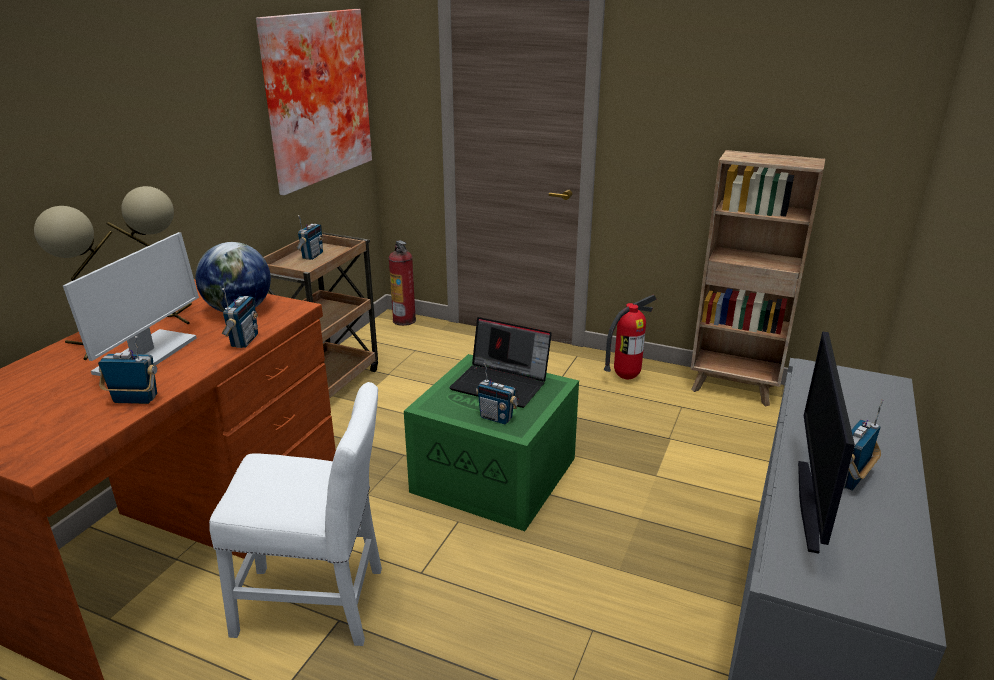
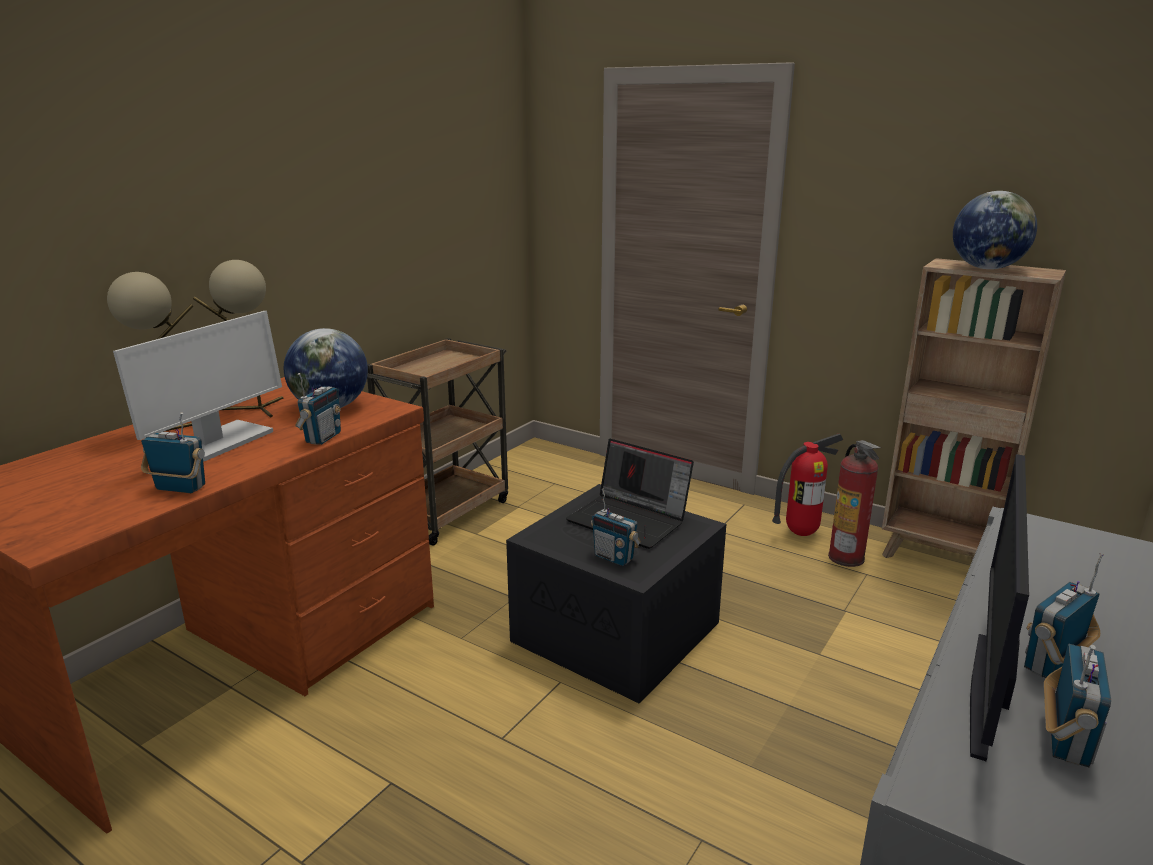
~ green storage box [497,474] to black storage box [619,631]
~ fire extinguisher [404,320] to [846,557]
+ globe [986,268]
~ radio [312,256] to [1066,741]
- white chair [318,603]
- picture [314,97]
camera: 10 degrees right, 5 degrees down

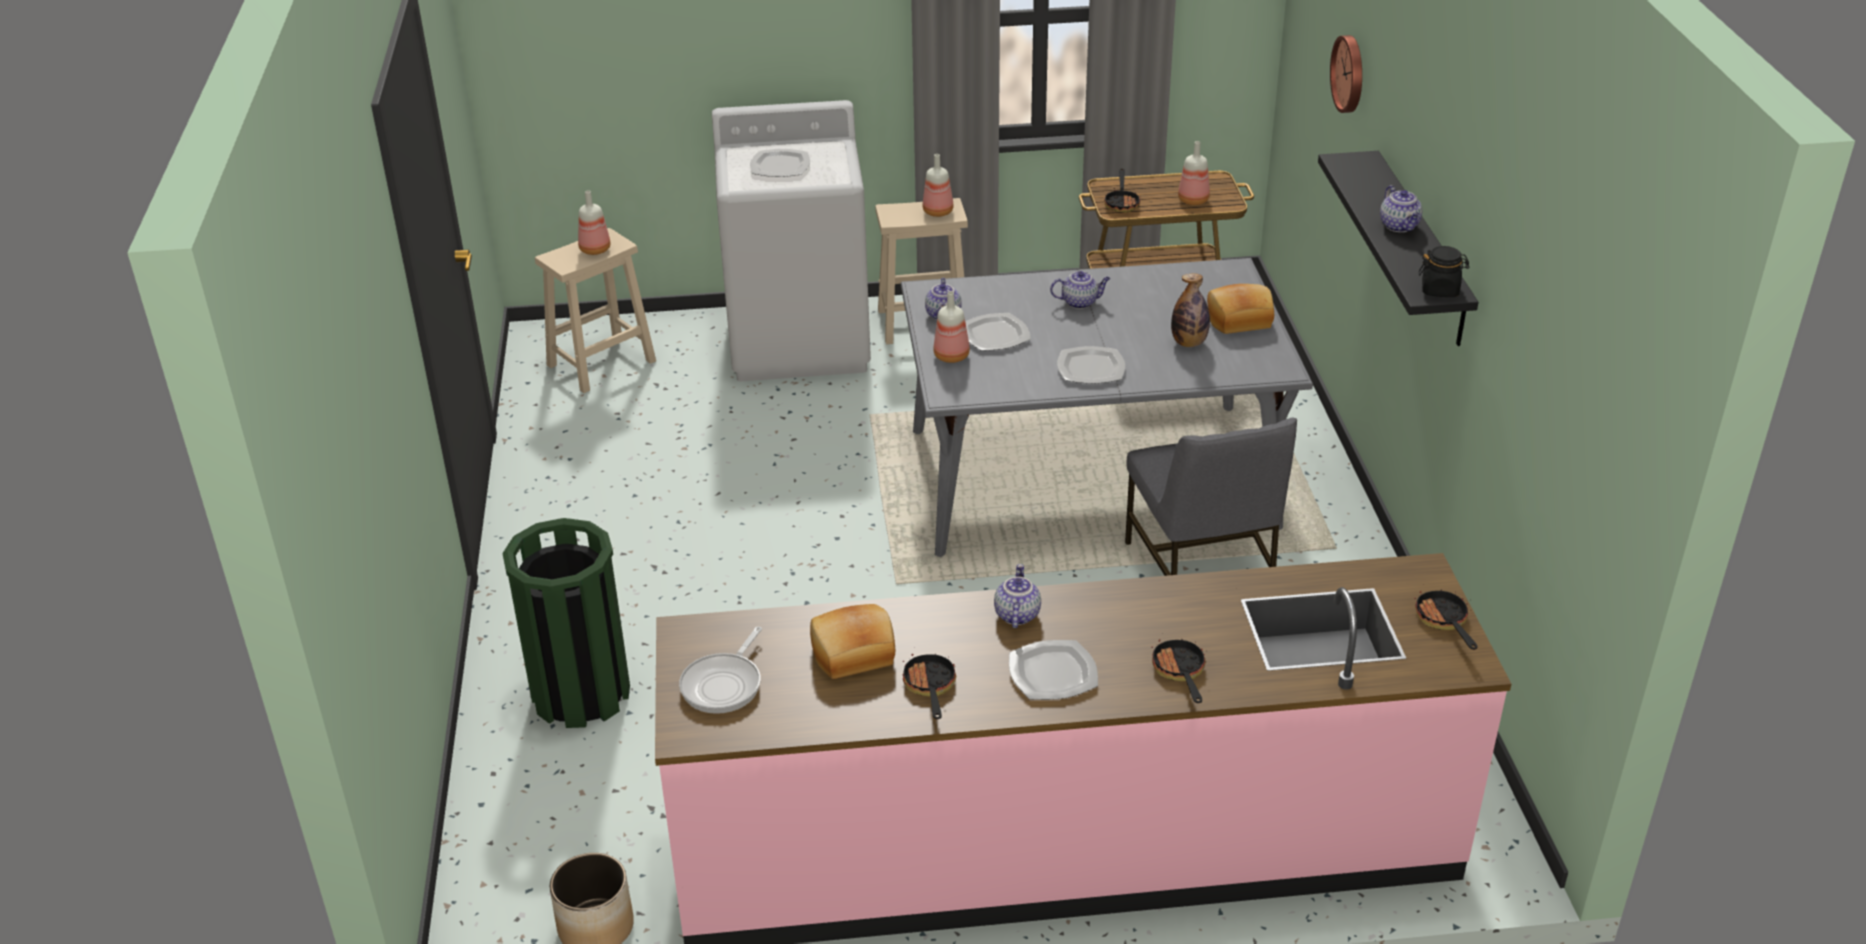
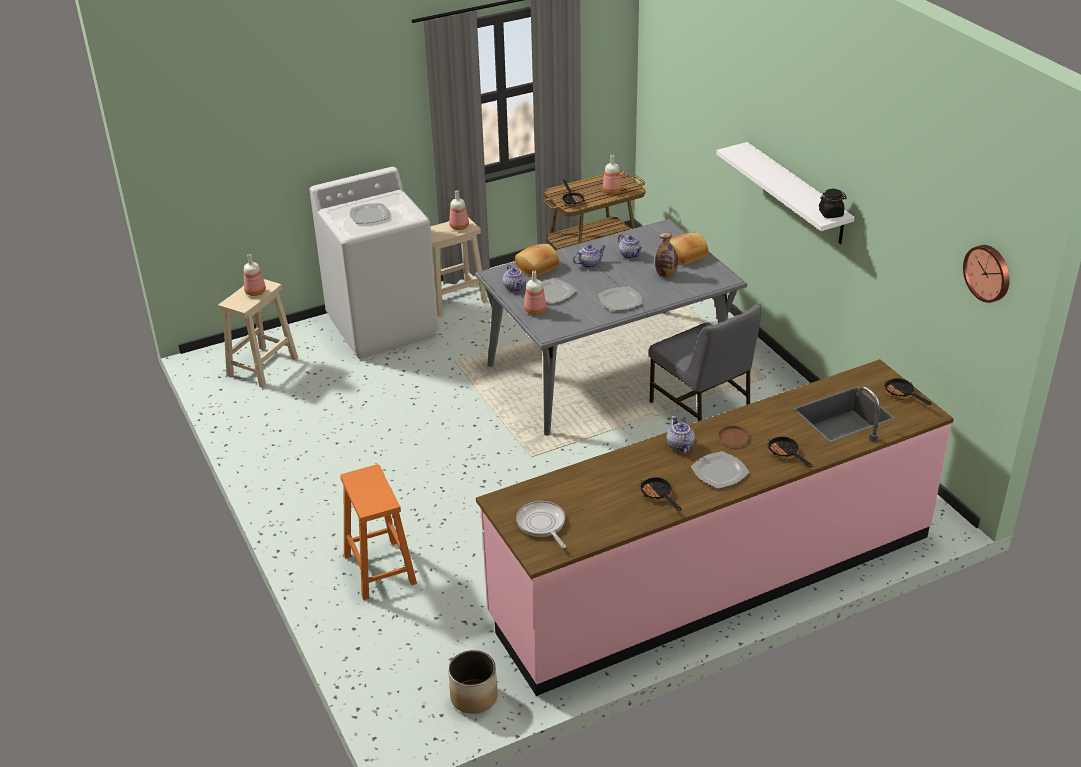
~ green trash can [581,694] to orange stool [379,568]
~ bread [853,655] to [537,268]
~ frying pan [724,684] = [542,524] 150 degrees clockwise
~ teapot [1400,226] to [630,255]
~ black shelf [1421,249] to white shelf [796,193]
+ brown plate [733,437]
~ wall clock [1350,73] to [988,272]
camera: 20 degrees left, 0 degrees up

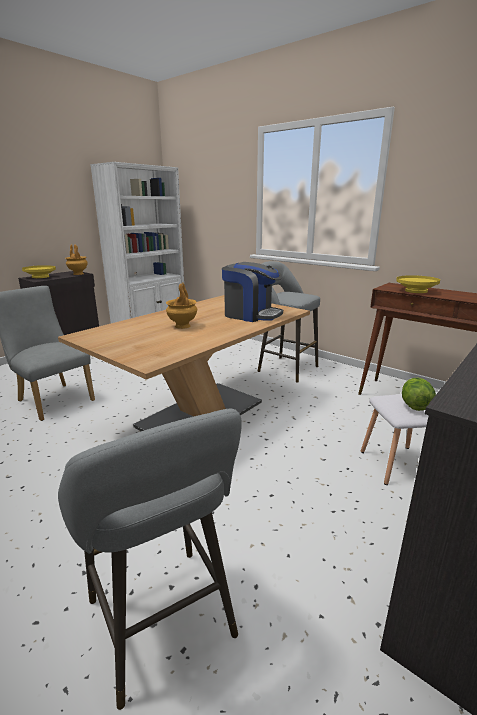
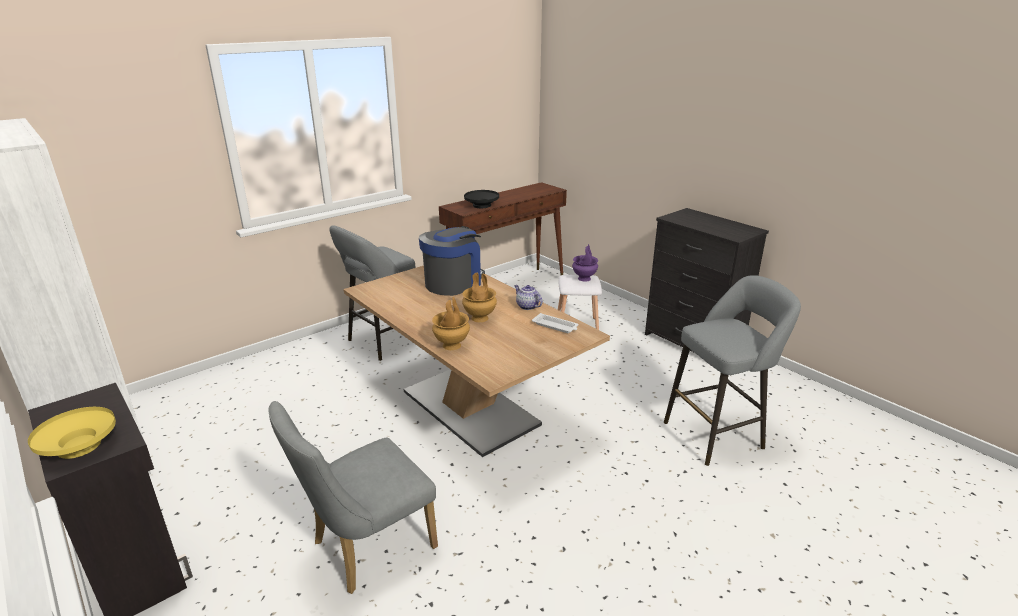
~ brown vase [78,274] to [451,345]
~ yellow bowl [415,291] to black bowl [481,205]
+ teapot [527,306]
+ white tray [555,326]
~ lettuce [415,406] to purple vase [584,279]
camera: 80 degrees left, 5 degrees up

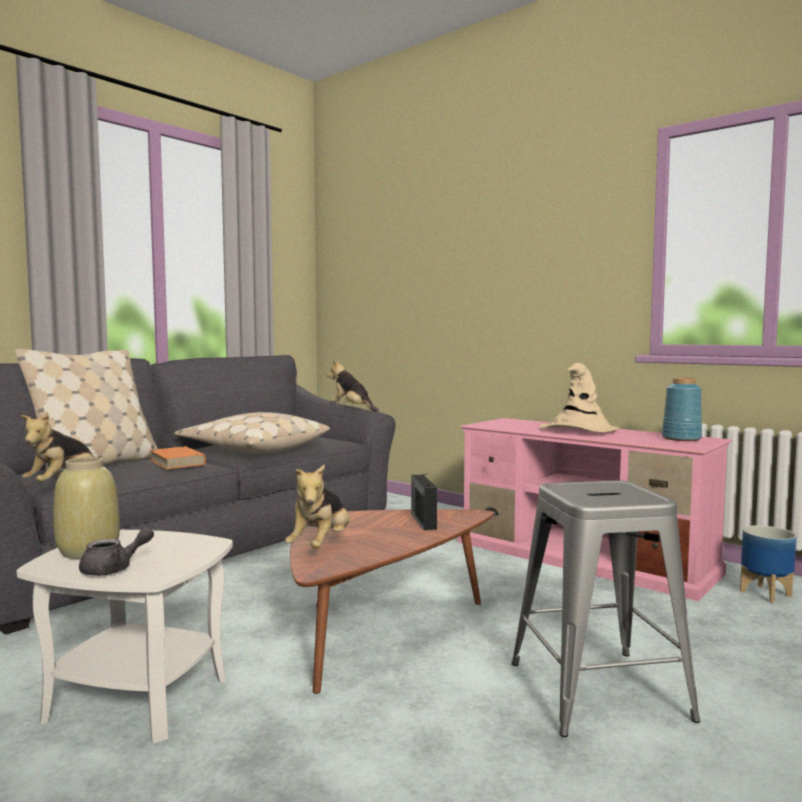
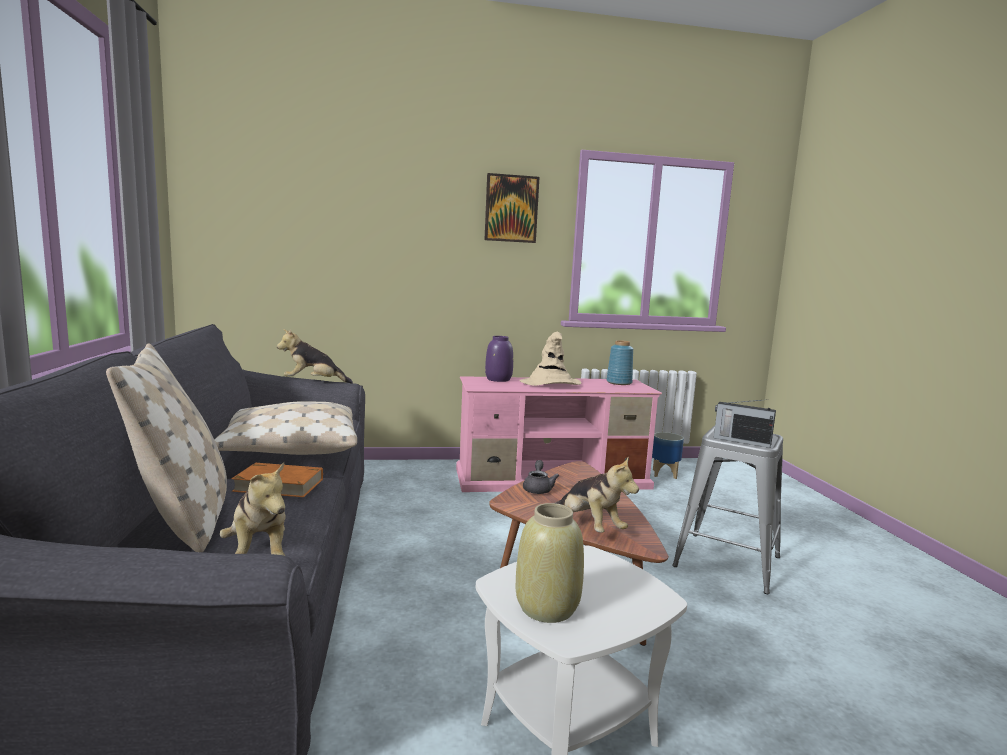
+ picture [511,208]
+ purple vase [498,379]
~ grey teapot [114,569] to [538,488]
~ radio [423,520] to [740,441]
camera: 50 degrees left, 5 degrees up

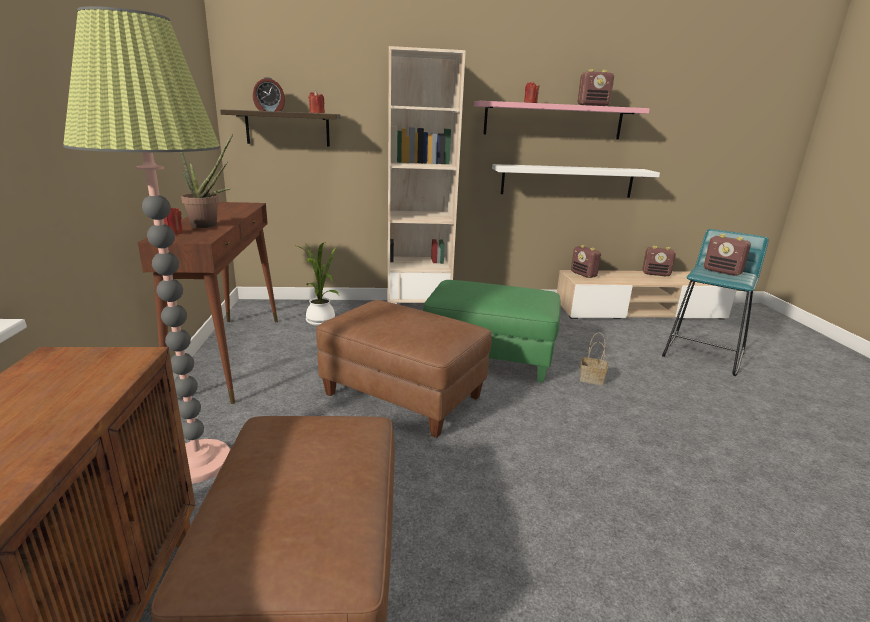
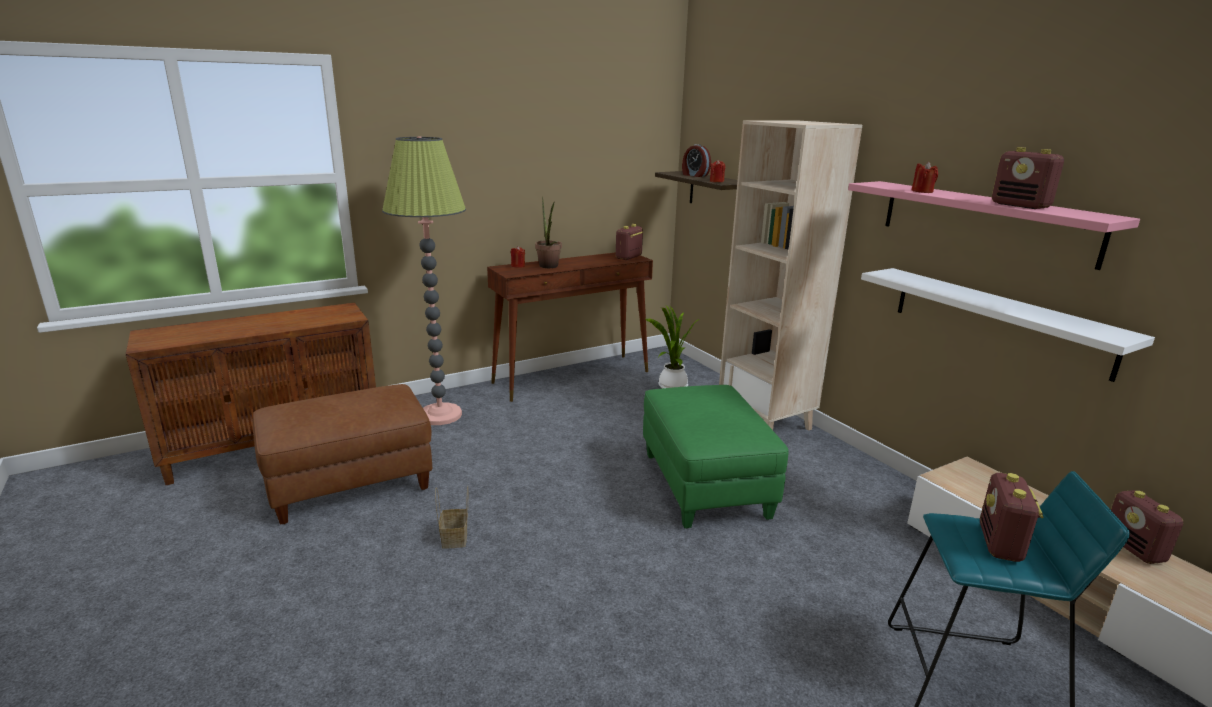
~ basket [592,379] to [455,539]
~ radio [583,274] to [628,257]
- brown ottoman [404,396]
camera: 65 degrees right, 0 degrees up

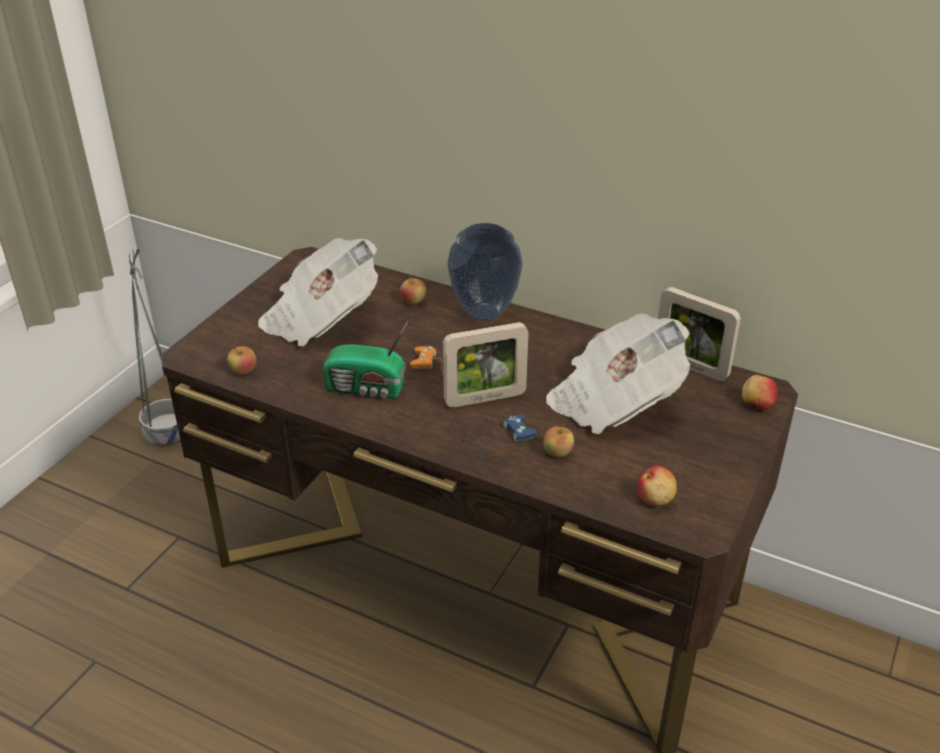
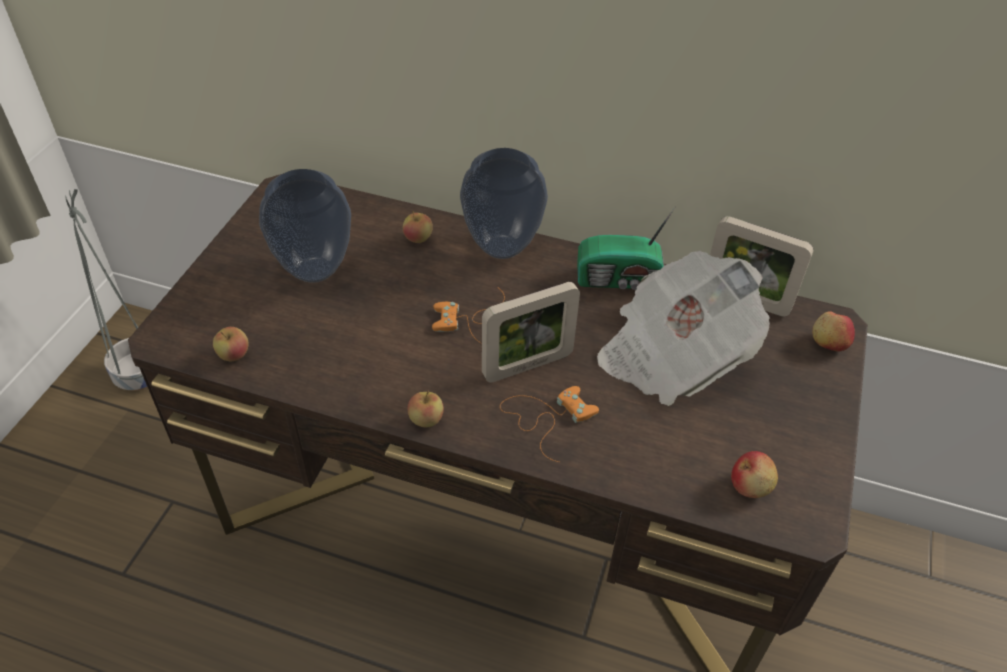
~ newspaper [320,318] to vase [314,271]
~ apple [557,453] to [426,420]
~ blue game controller [492,435] to orange game controller [546,417]
~ radio [367,388] to [620,280]
camera: 10 degrees left, 10 degrees up

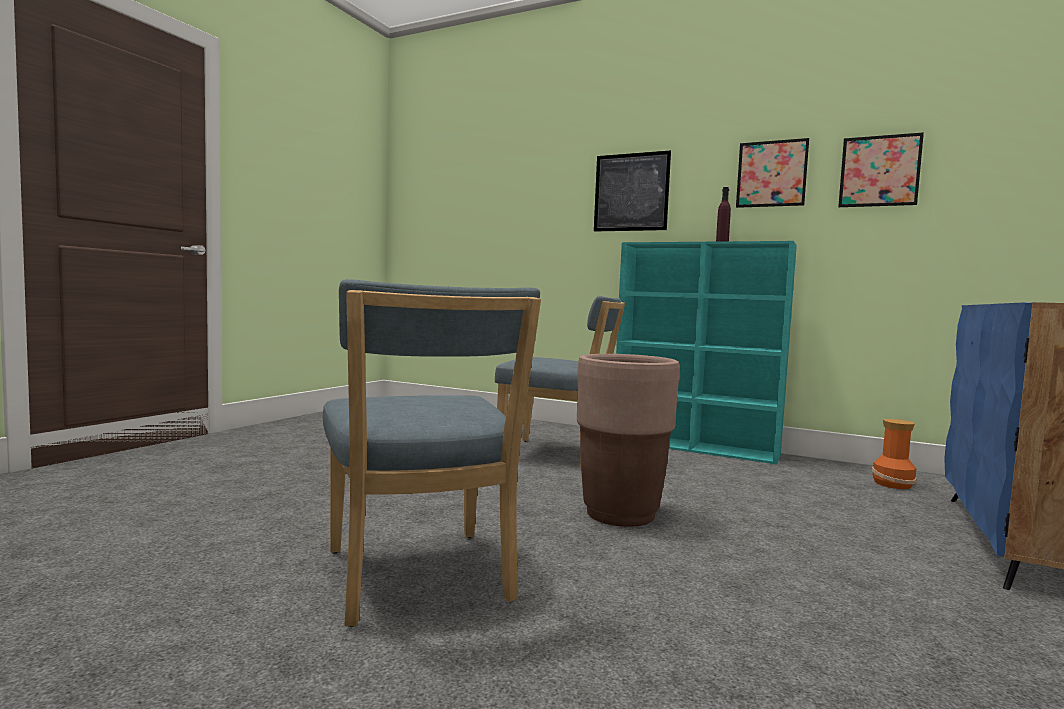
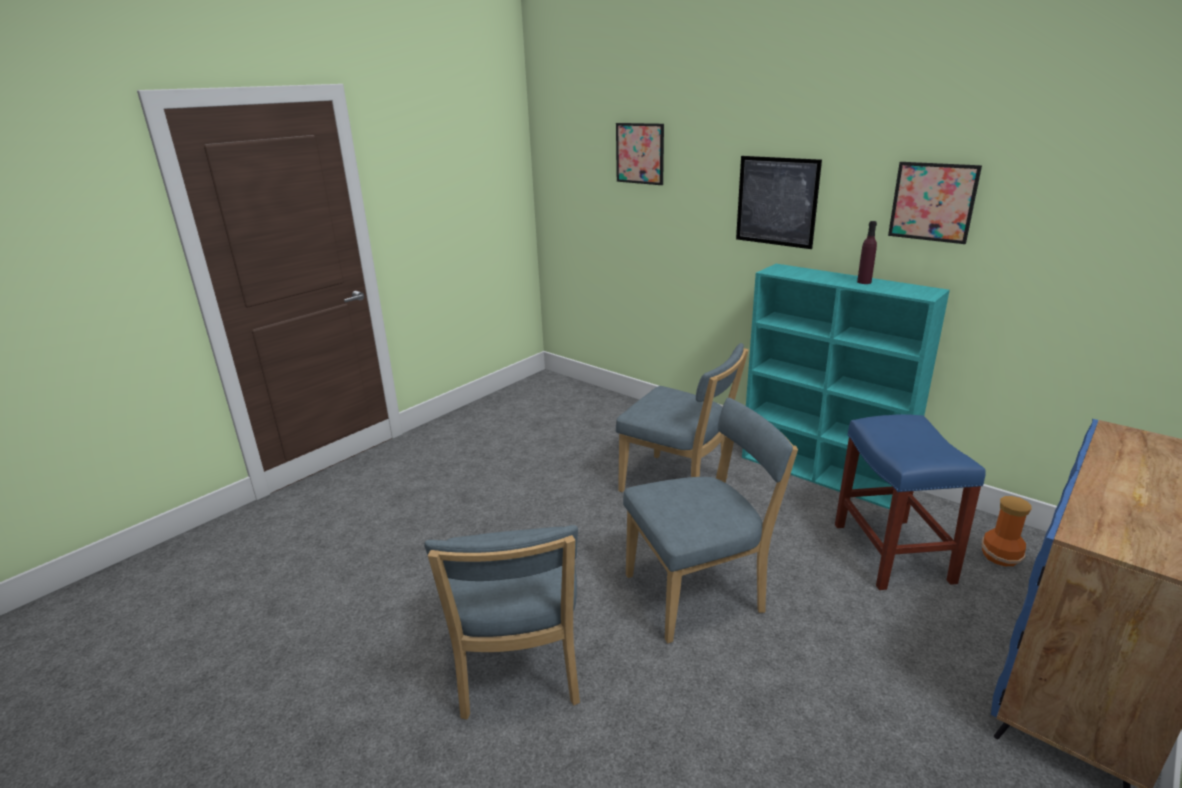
~ picture [879,171] to [640,153]
~ brown planter [621,514] to blue chair [700,592]
+ blue stool [890,551]
camera: 15 degrees right, 20 degrees up

